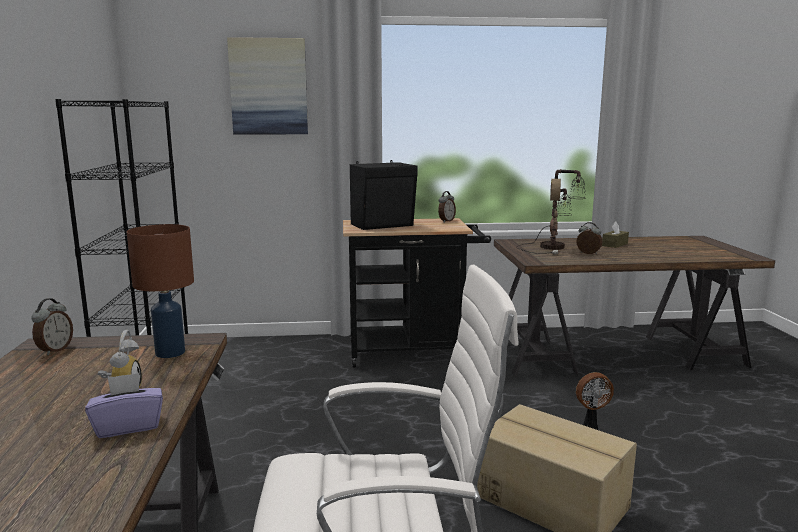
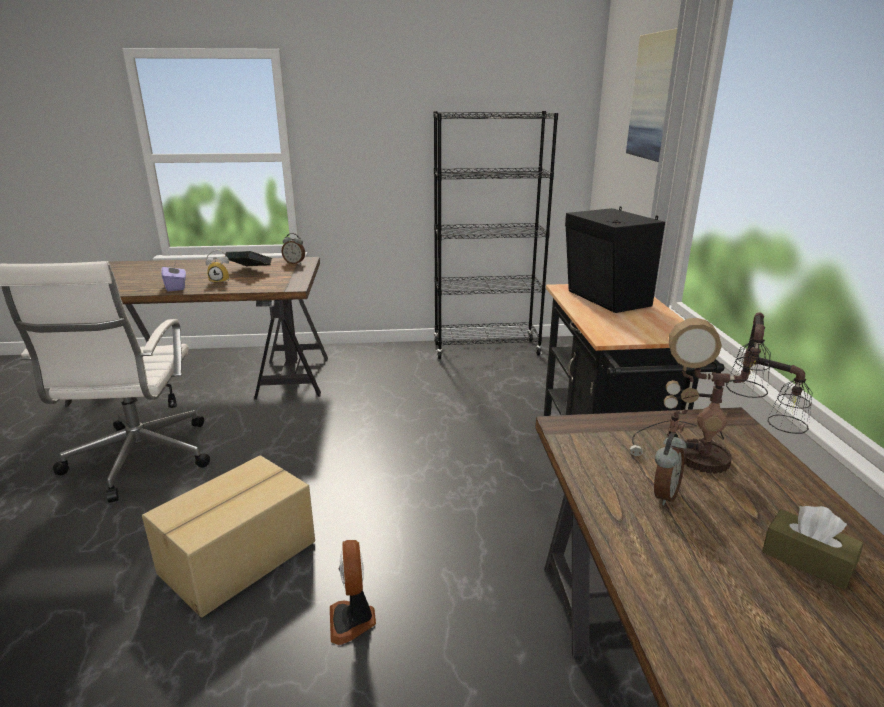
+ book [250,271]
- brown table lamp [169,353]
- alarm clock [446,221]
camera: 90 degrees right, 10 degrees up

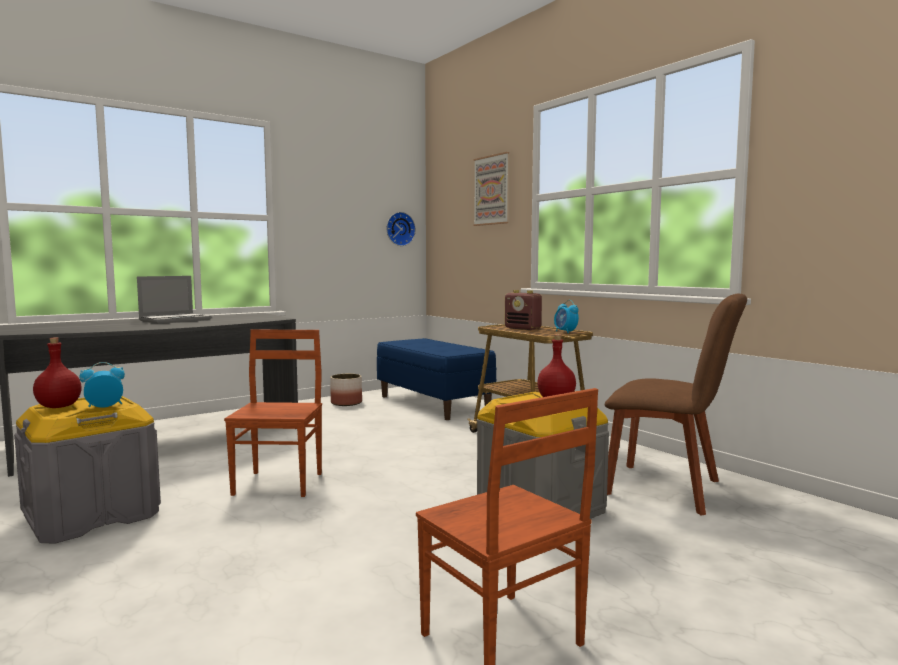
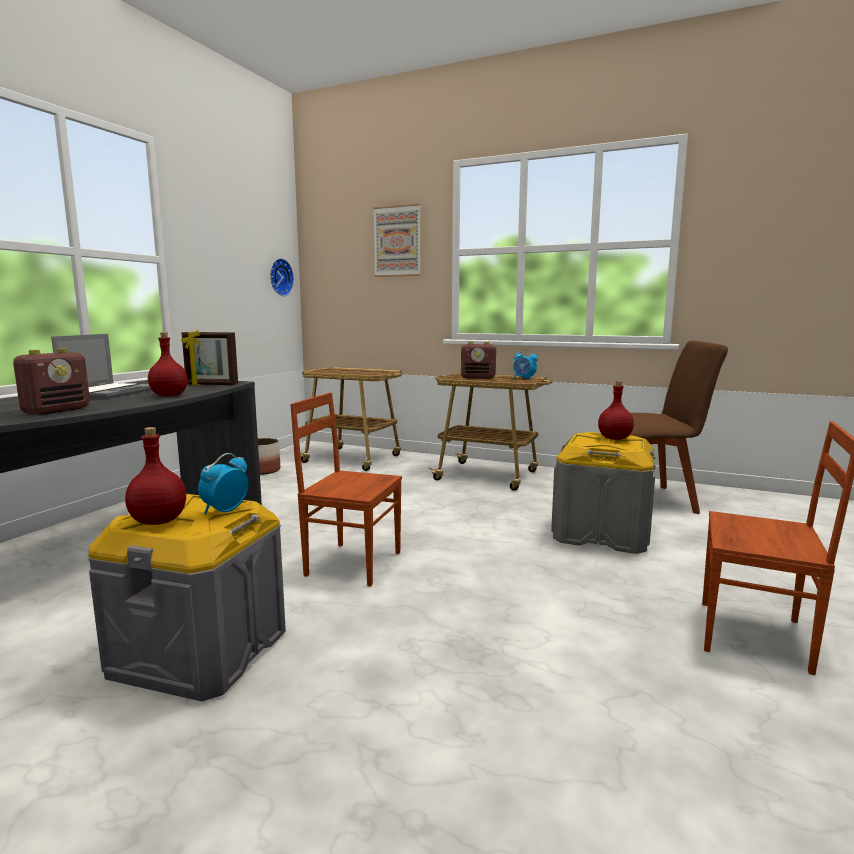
+ radio [57,410]
+ red bottle [170,395]
+ picture frame [211,385]
~ brown chair [280,483] = [353,563] 45 degrees counterclockwise
~ blue bench [434,404] to cart [353,459]
camera: 30 degrees left, 5 degrees up

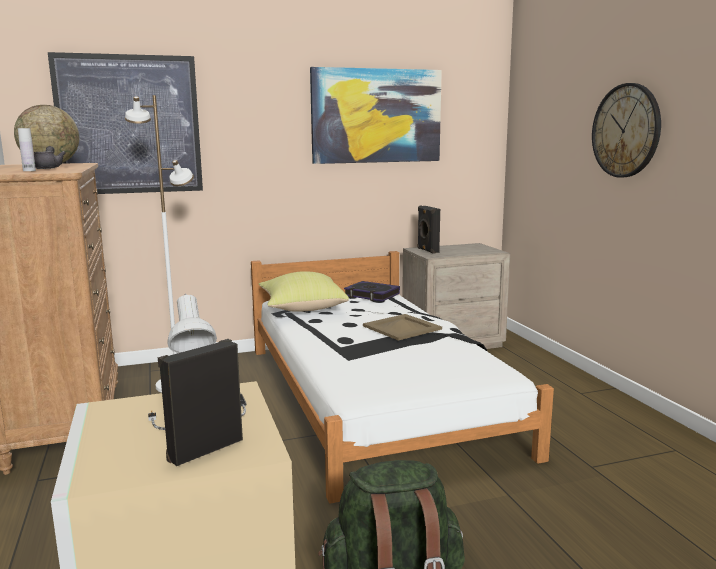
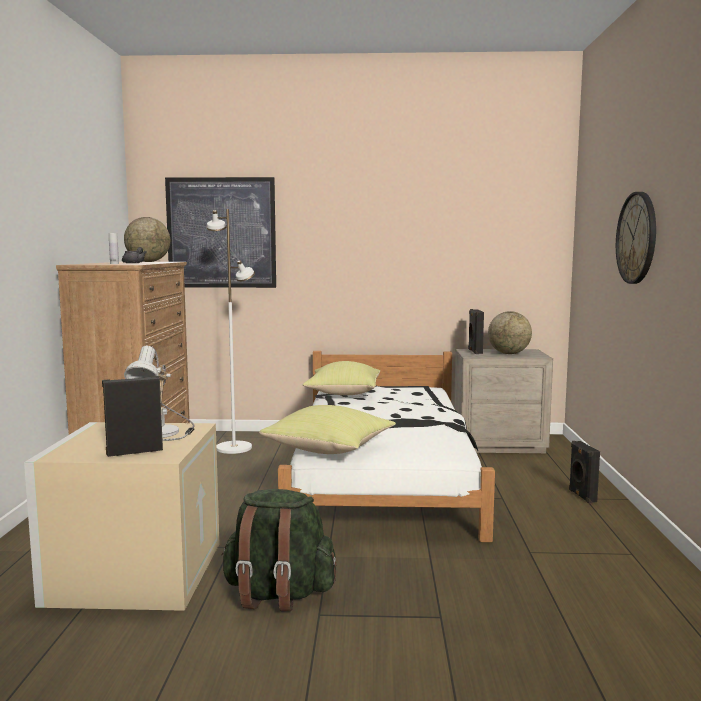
+ yellow pillow [330,449]
+ globe [509,353]
+ black speaker [581,496]
- picture [376,116]
- book [371,295]
- beige tray [402,328]
camera: 20 degrees right, 5 degrees down

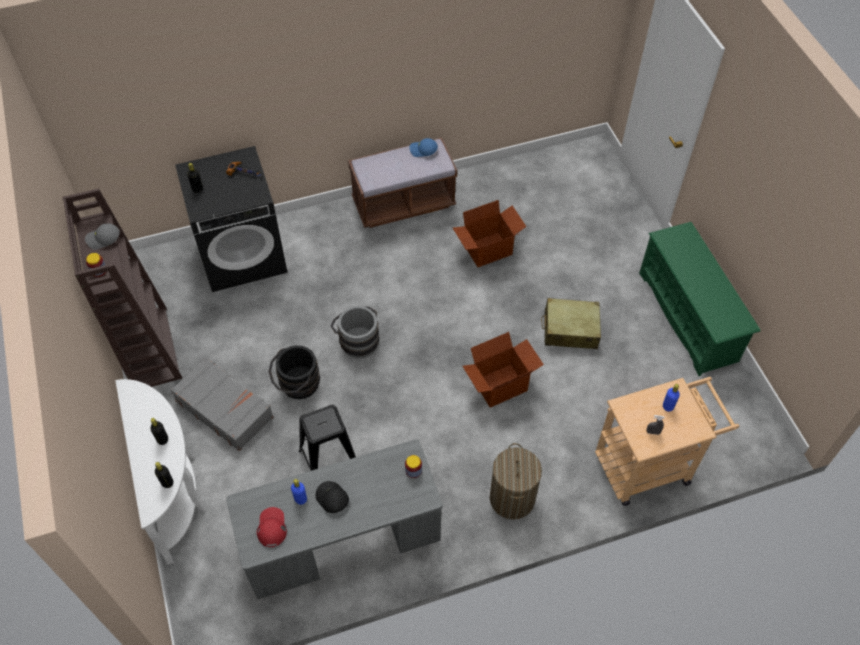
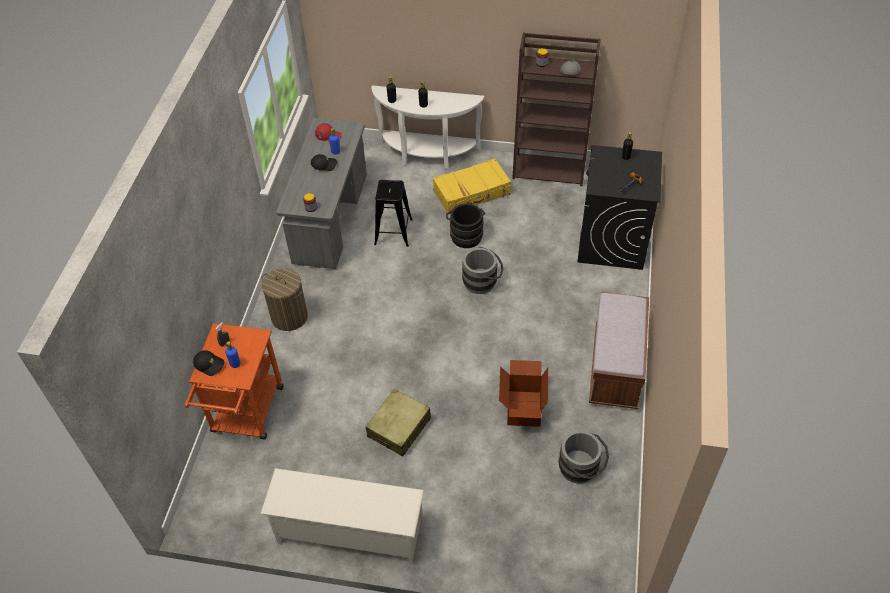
~ beige cart [650,464] to orange cart [245,415]
+ black cap [210,364]
~ green shoe rack [688,317] to white shoe rack [349,532]
~ grey suitcase [224,408] to yellow suitcase [472,193]
+ grey bucket [581,469]
- blue cap [423,150]
- cardboard box [499,385]
camera: 120 degrees right, 5 degrees down

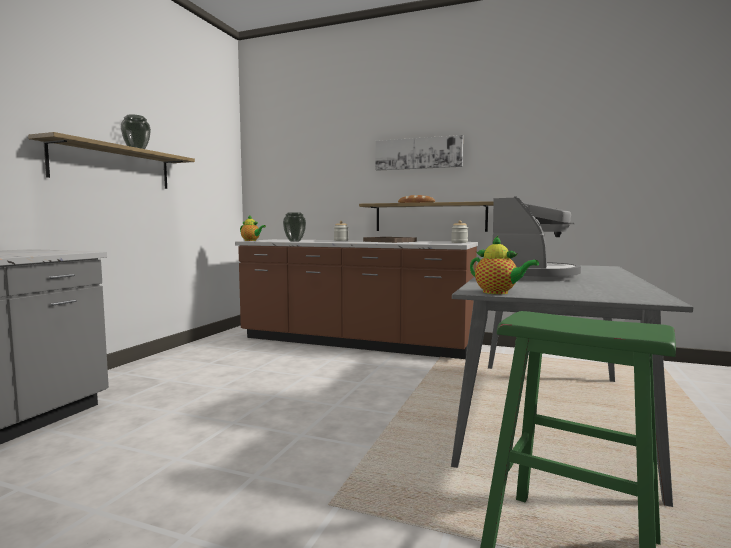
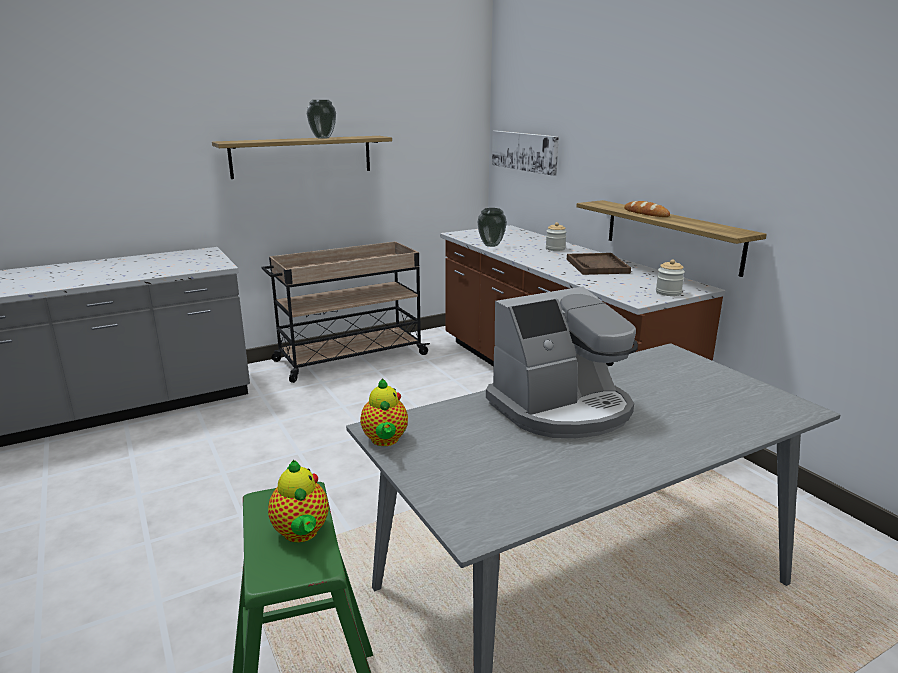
+ beige cart [349,358]
~ teapot [251,241] to [301,534]
~ picture [418,153] to [524,151]
camera: 40 degrees right, 15 degrees up

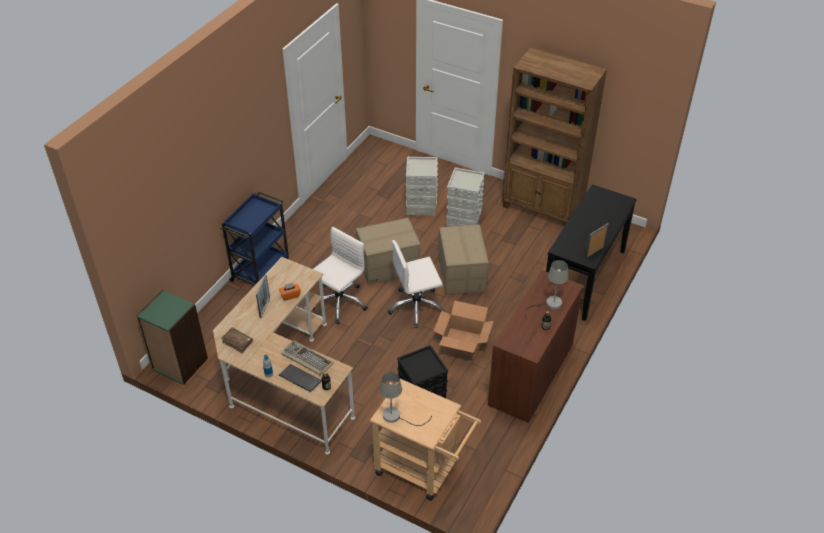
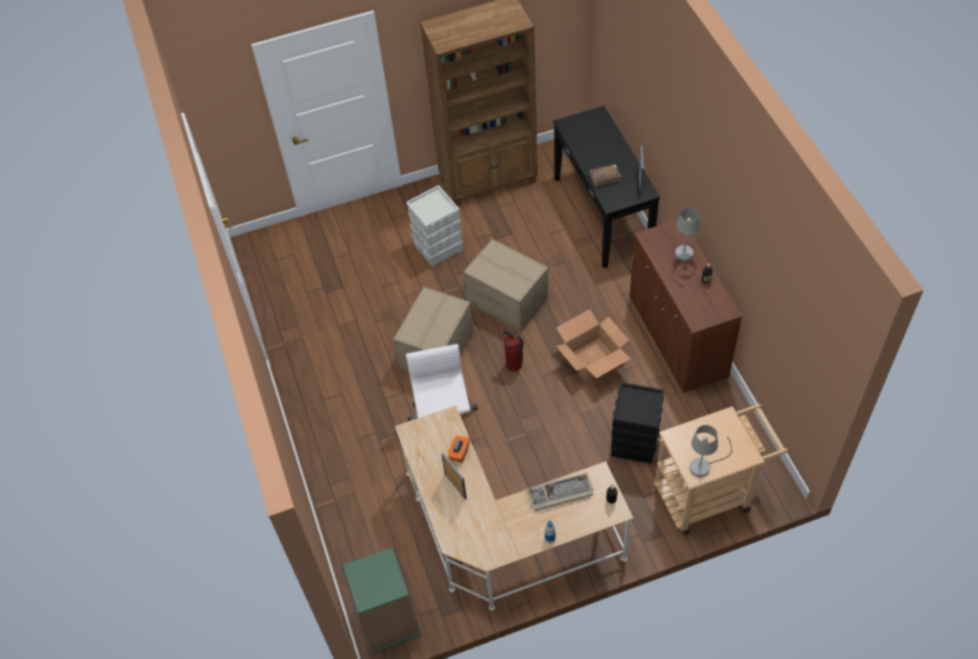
~ white office chair [416,307] to fire extinguisher [513,365]
~ brown book [237,342] to [604,178]
- blue cart [261,269]
- keyboard [299,379]
- grey storage box [421,205]
camera: 45 degrees left, 10 degrees up

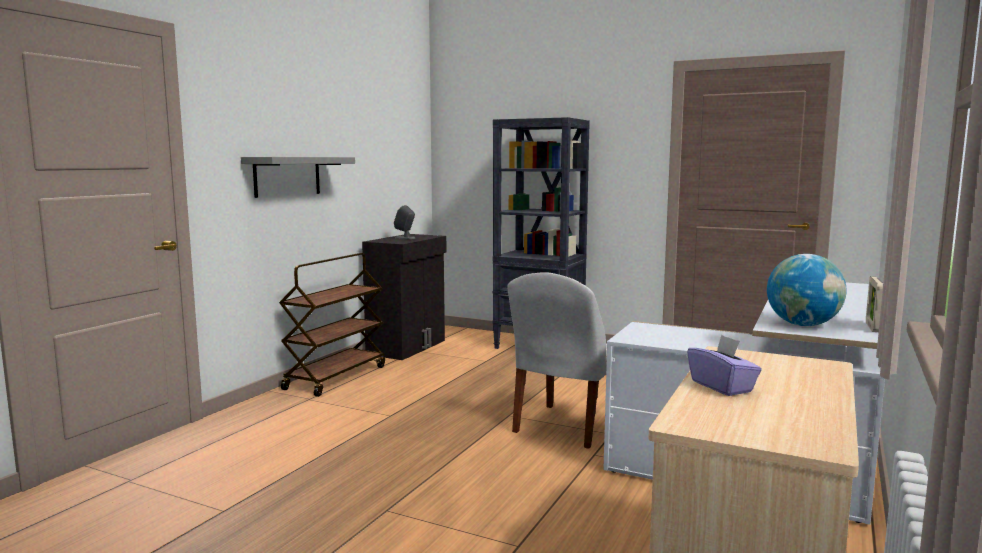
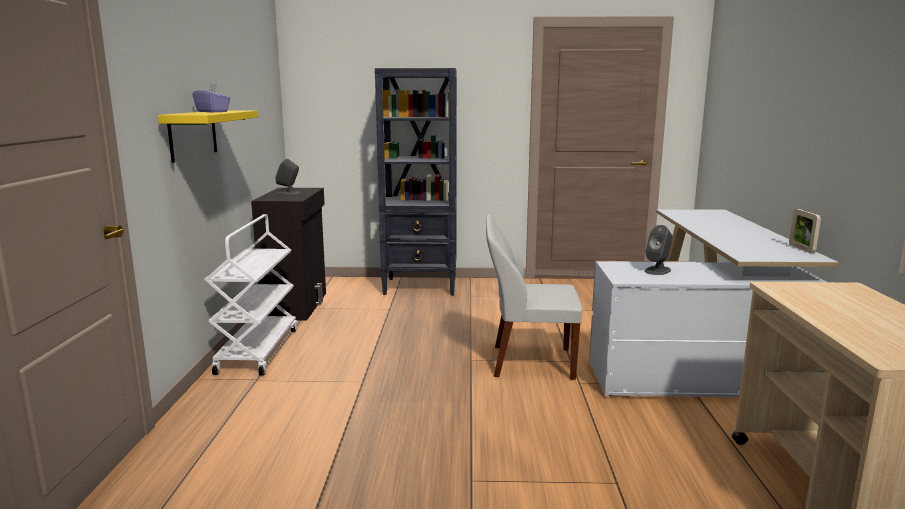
~ grey shelf [287,176] to yellow shelf [193,134]
~ purple tissue box [722,387] to [213,112]
~ brown cart [336,377] to white cart [257,350]
~ white chair [565,427] = [529,362] 90 degrees clockwise
+ grey speaker [657,270]
- globe [803,325]
camera: 25 degrees left, 5 degrees up

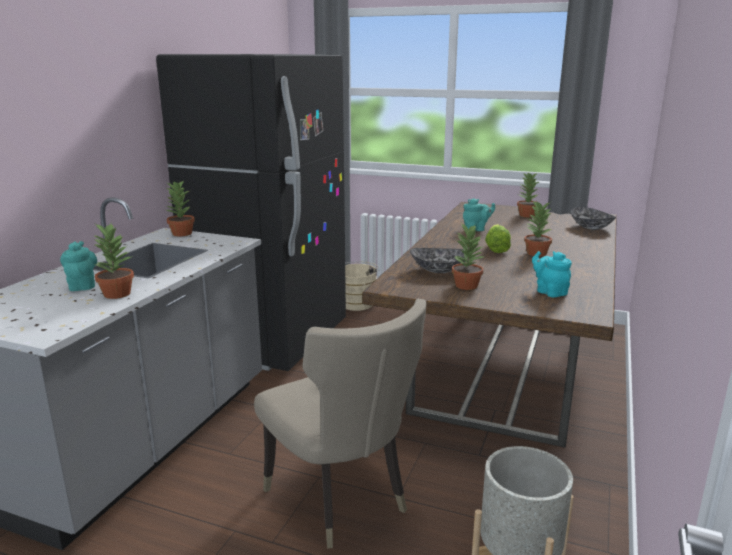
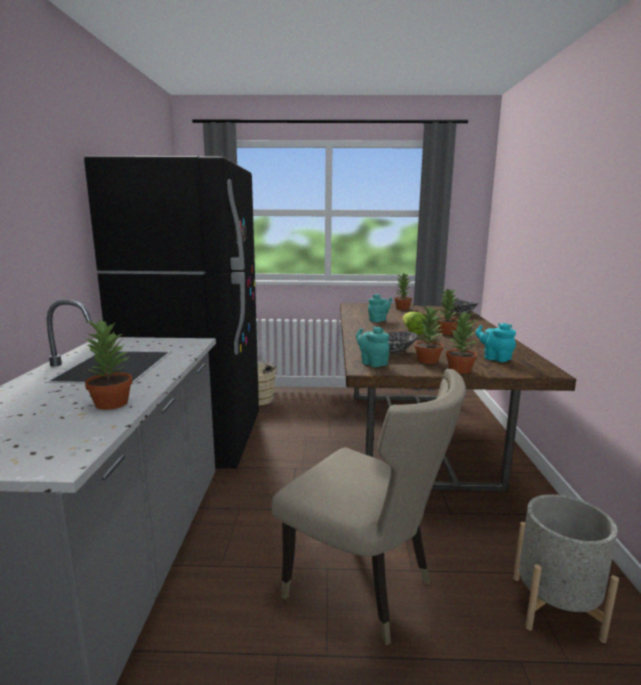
~ turquoise teapot [82,285] to [372,363]
~ potted plant [181,234] to [459,370]
camera: 20 degrees left, 5 degrees down

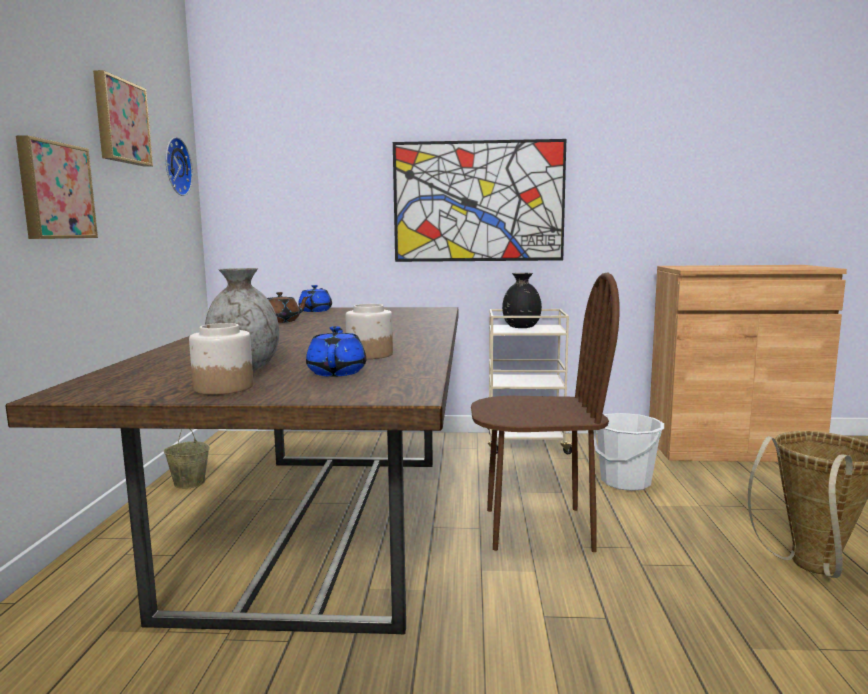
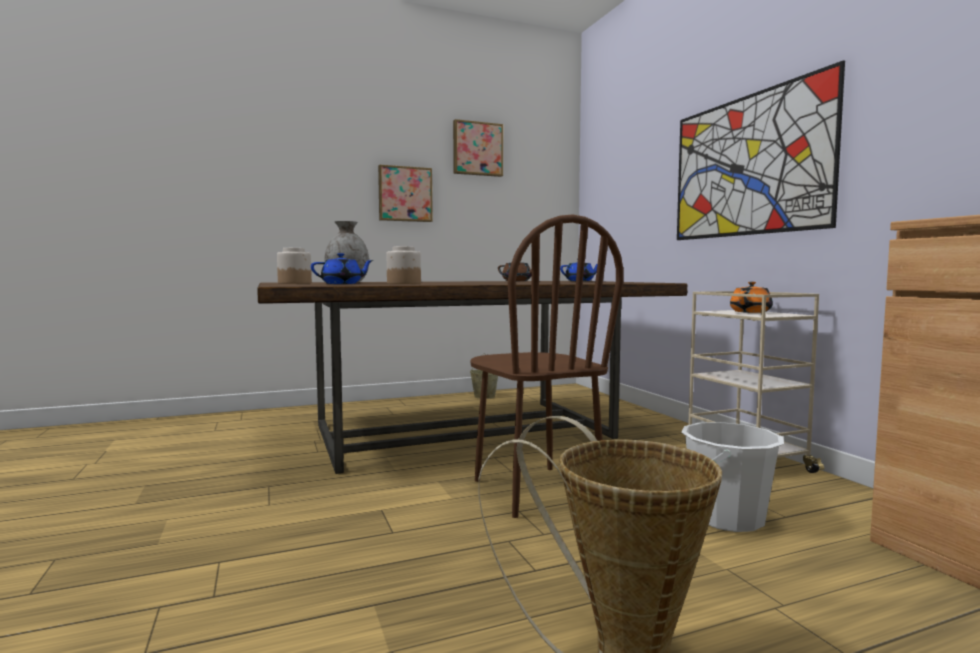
~ black vase [521,327] to orange teapot [751,312]
- wall clock [174,166]
camera: 65 degrees right, 5 degrees down

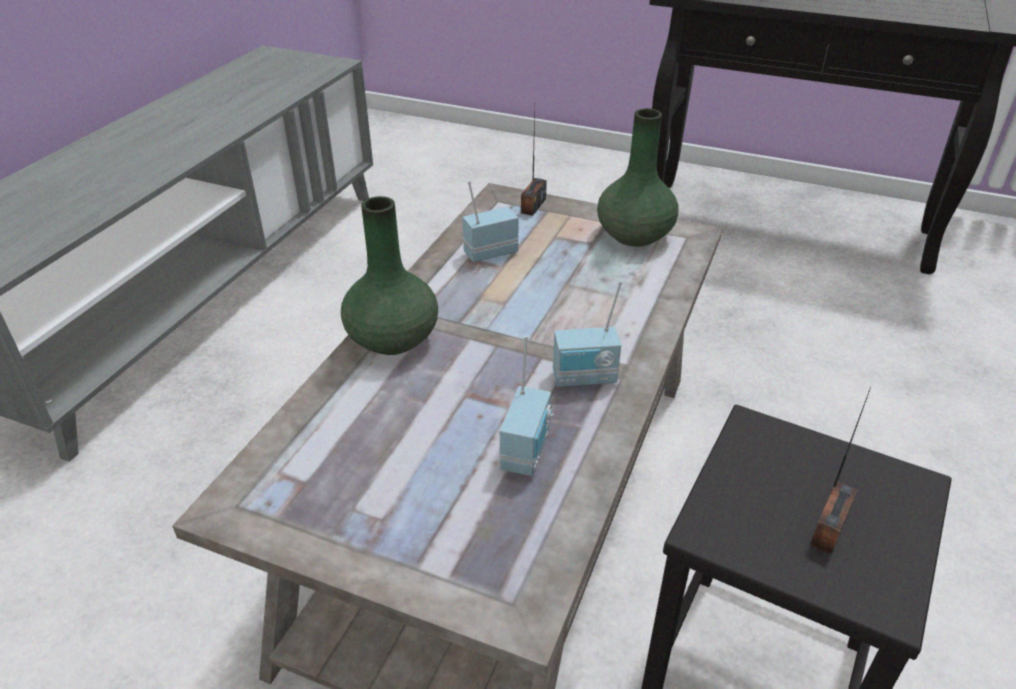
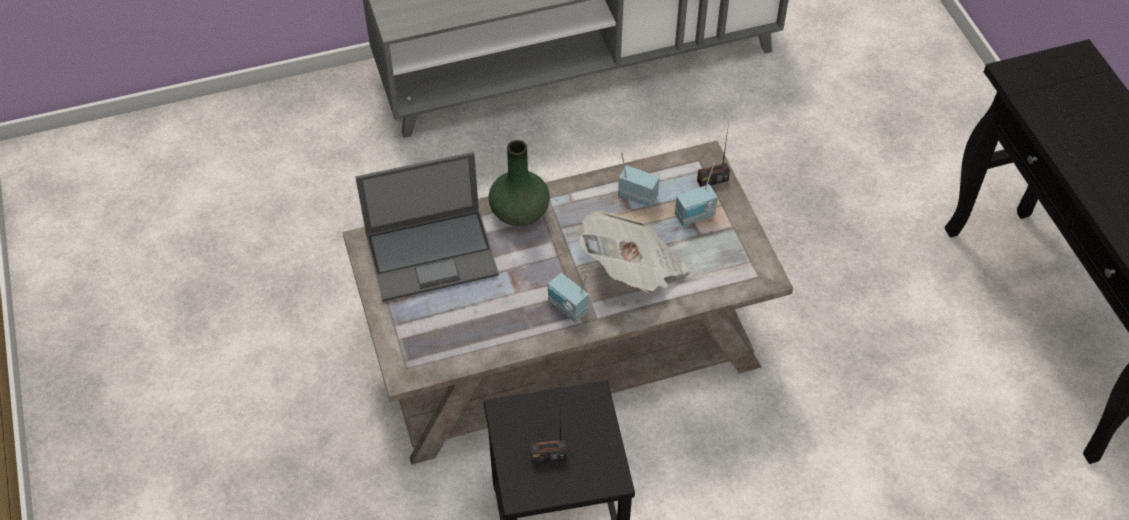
+ laptop [433,253]
+ newspaper [633,269]
~ radio [528,452] to [695,216]
- green vase [634,236]
camera: 50 degrees right, 15 degrees up

